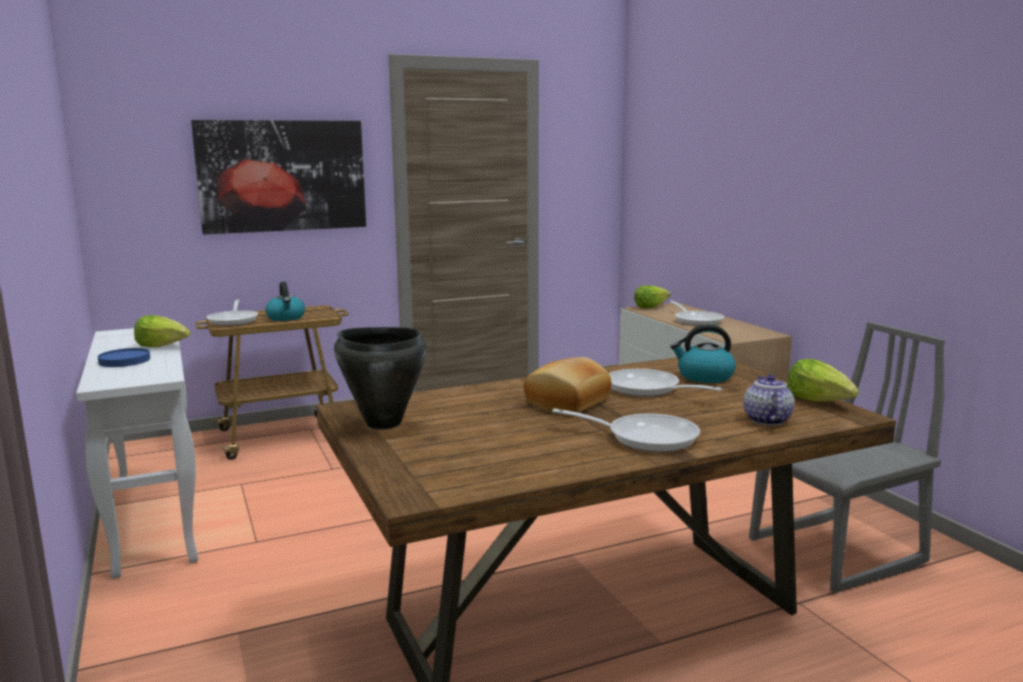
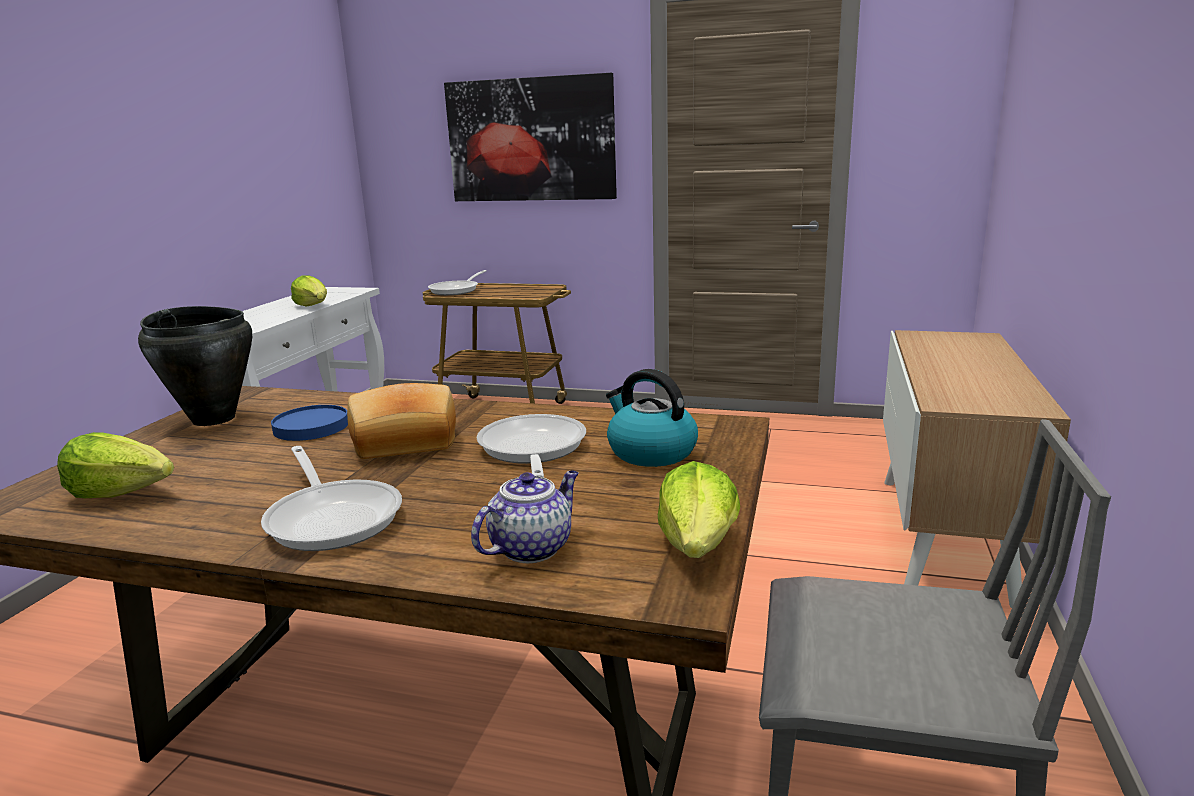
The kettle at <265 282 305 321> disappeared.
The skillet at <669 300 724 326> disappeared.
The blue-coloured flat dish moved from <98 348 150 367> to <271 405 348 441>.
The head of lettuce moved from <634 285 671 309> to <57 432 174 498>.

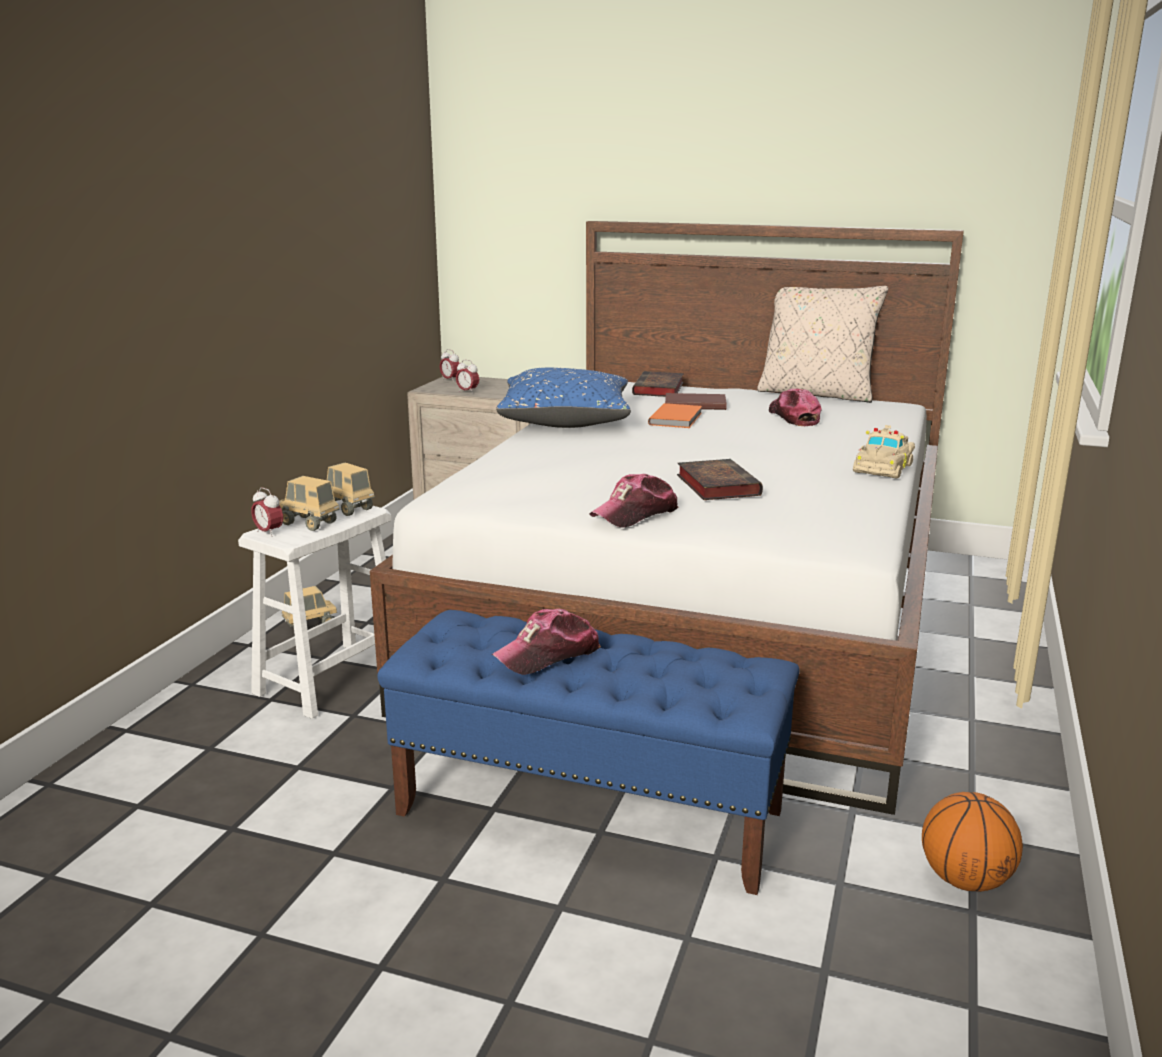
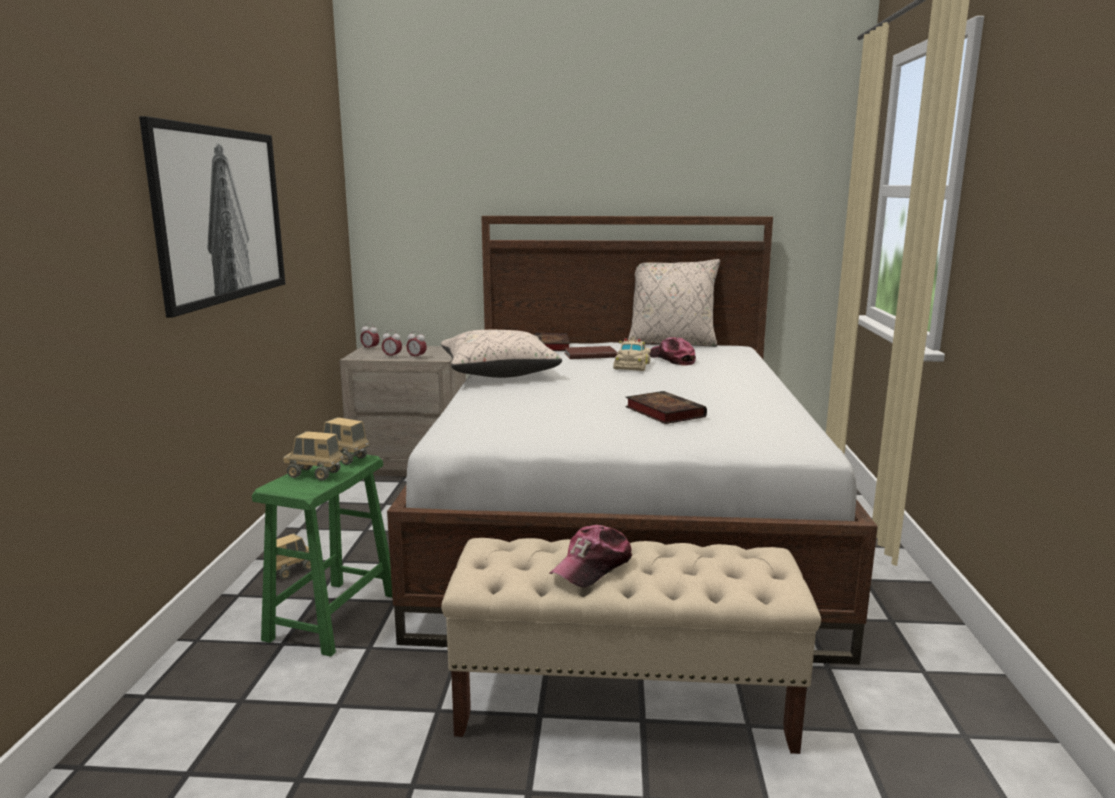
The cap at <589 473 679 528> disappeared.
The orange-coloured bound book at <648 403 702 428> disappeared.
The basketball at <922 792 1023 892> disappeared.
The picture at <139 116 285 318> appeared.
The table clock moved from <251 487 283 537> to <406 331 427 358>.
The beige model car moved from <853 425 915 478> to <613 336 651 371>.
The white-coloured stool at <238 500 391 719> became the green-coloured stool at <252 453 392 657>.
The blue-coloured bench at <377 610 799 895> became the beige bench at <441 538 821 754>.
The blue-coloured pillow at <496 368 631 428> became the beige pillow at <441 330 562 378>.

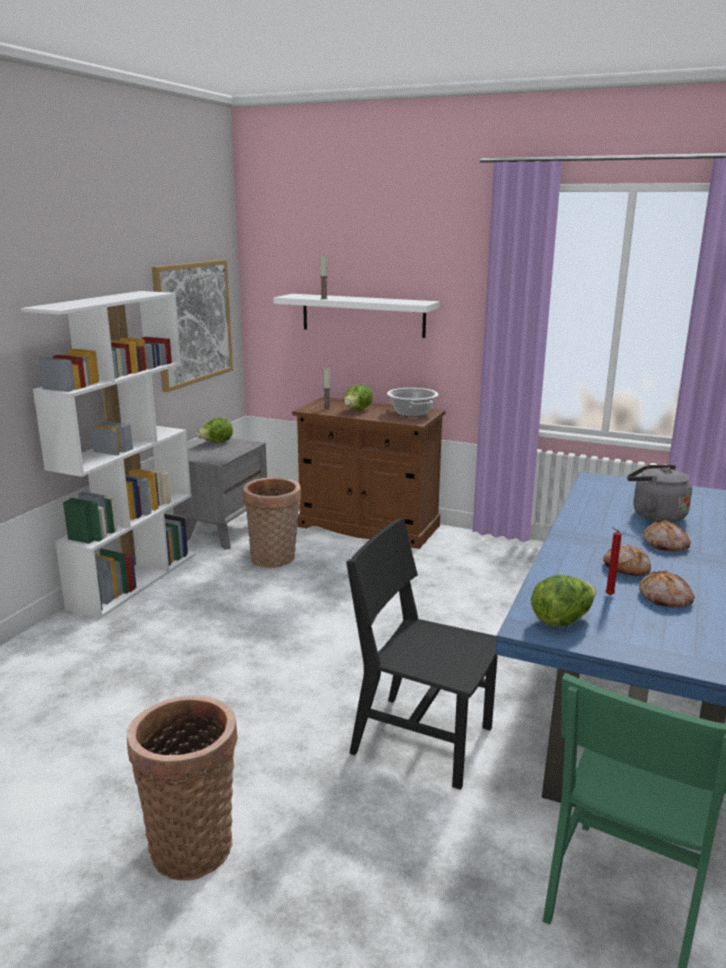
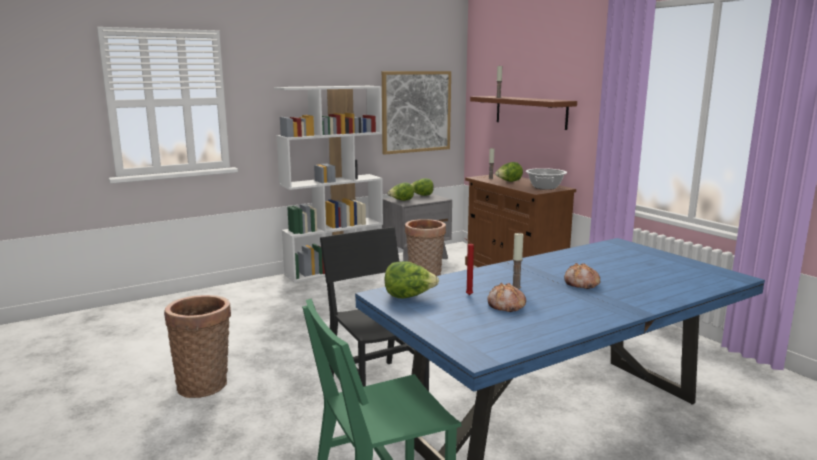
The greyish kettle at <627 465 692 523> disappeared.
The head of lettuce at <388 183 414 201> appeared.
The bakery bread at <603 545 651 576> was replaced by the wax light at <512 233 524 289>.
The white-coloured shelf at <274 294 440 338> became the brown-coloured shelf at <470 96 577 130>.

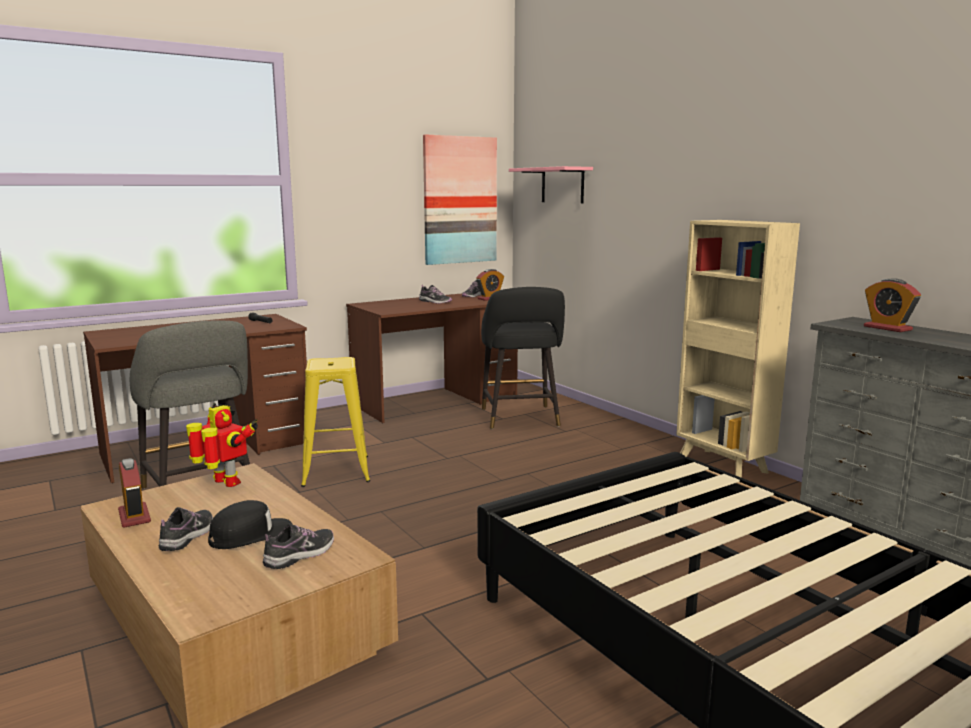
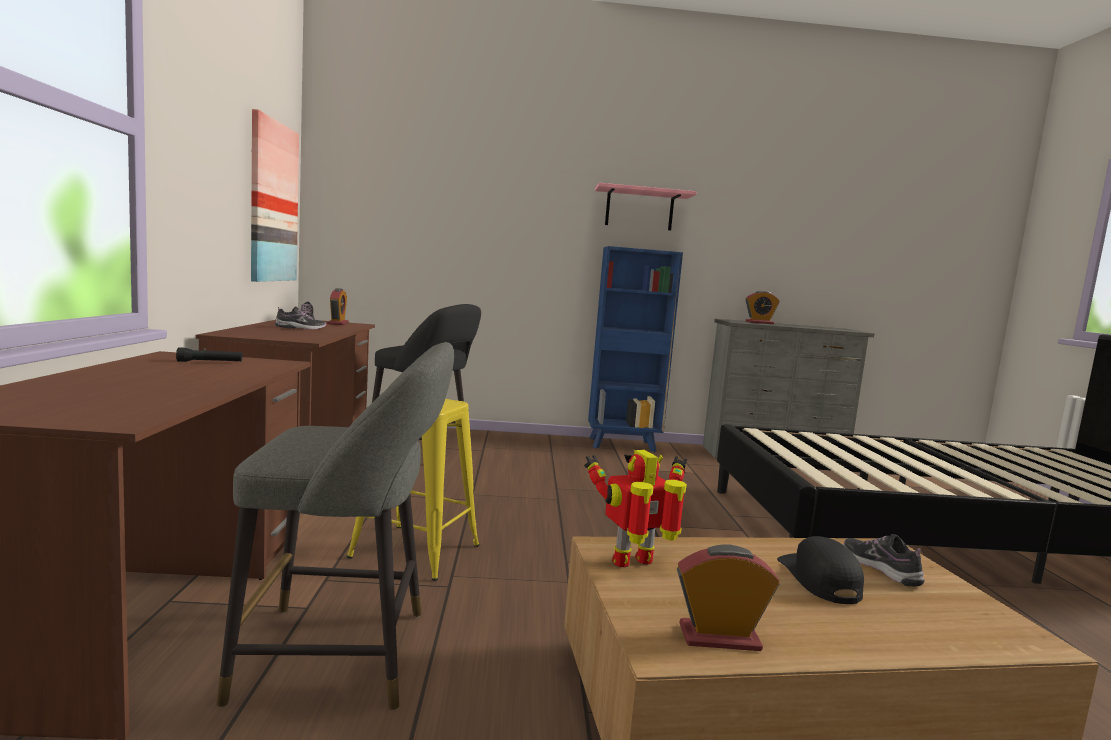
The shoe at <159 507 213 551> disappeared.
The pink shelf moved from <509 166 593 203> to <595 183 697 230>.
The beige shelving unit at <676 220 800 478> became the blue-coloured shelving unit at <588 246 683 452>.

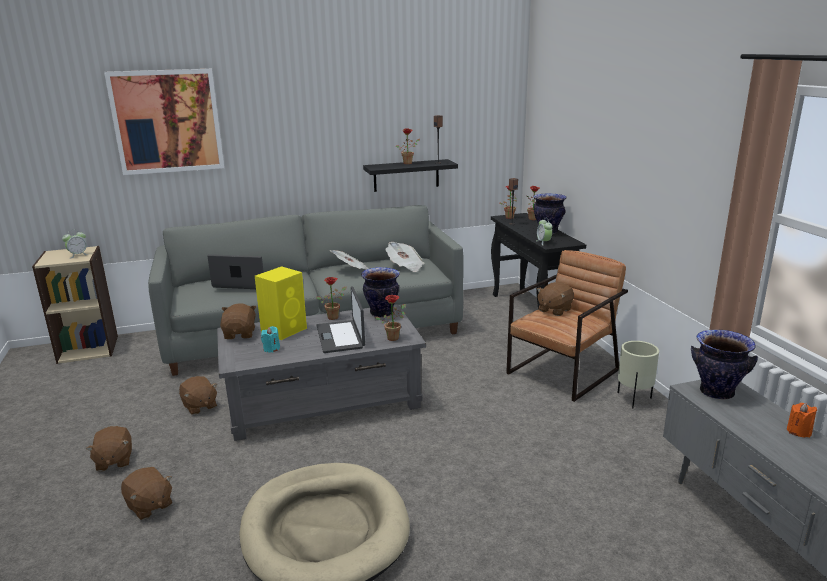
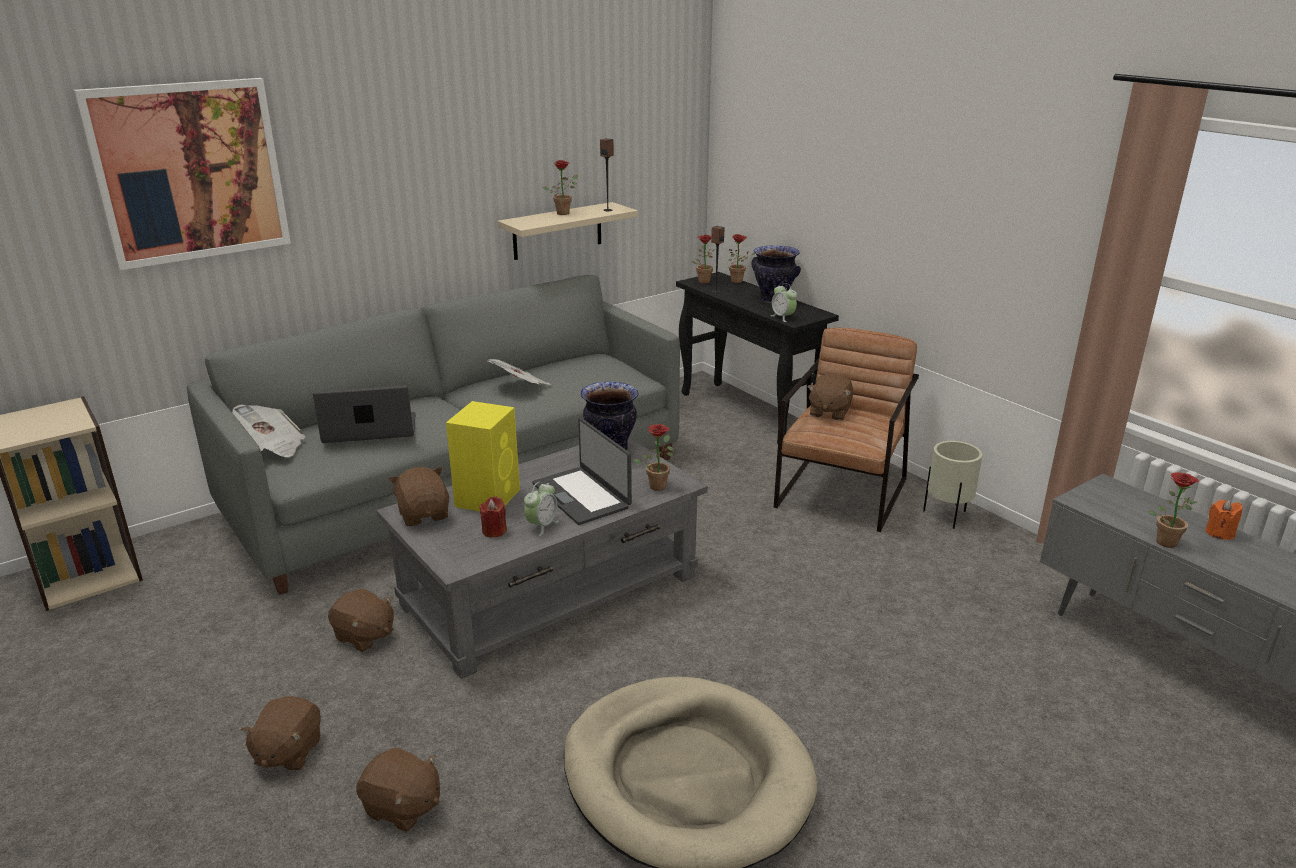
The flower vase at <691 330 758 400> disappeared.
The table clock moved from <62 232 89 258> to <524 482 559 536>.
The potted plant moved from <316 277 346 320> to <1148 472 1199 548>.
The daily paper moved from <386 242 424 272> to <232 405 305 457>.
The turquoise wax light at <261 326 280 352> became the reddish wax light at <479 496 507 537>.
The black shelf at <363 159 458 192> became the beige shelf at <498 202 638 260>.
The brown-coloured plush toy at <86 426 132 471> turned 45 degrees clockwise.

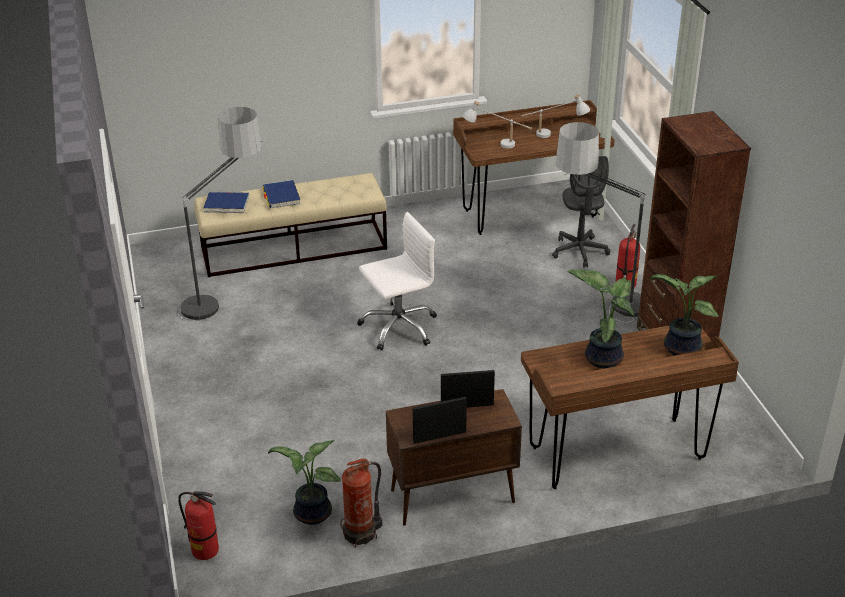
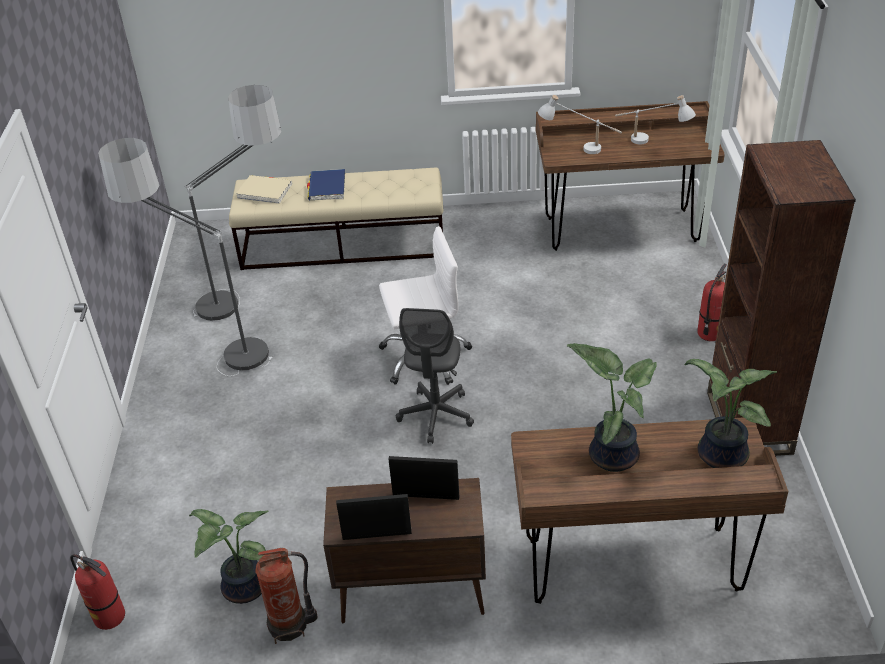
The greyish computer chair moved from <552 156 610 268> to <396 308 474 444>.
The standing lamp moved from <555 122 646 322> to <98 138 273 376>.
The blue-coloured bound book at <203 192 249 213> became the beige bound book at <236 175 292 204>.

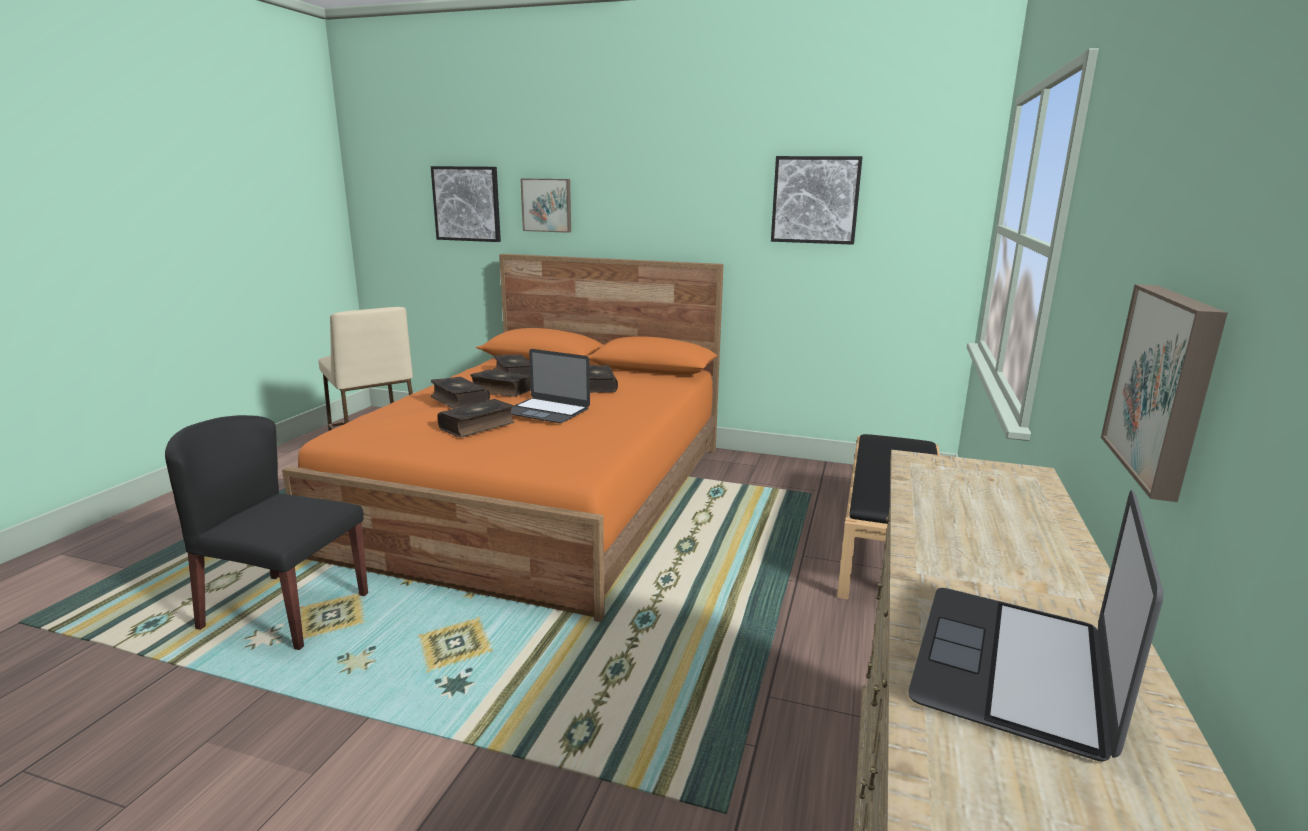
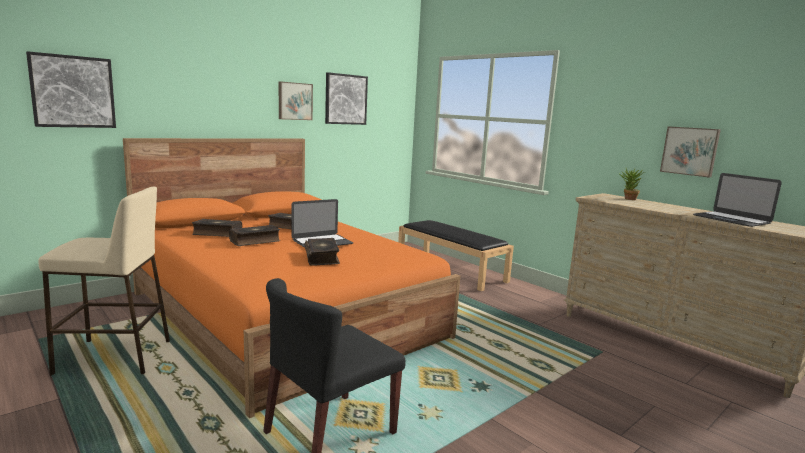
The bound book at <431 377 490 409> disappeared.
The potted plant at <620 169 643 200> appeared.
The picture moved from <520 178 571 233> to <279 81 313 120>.

